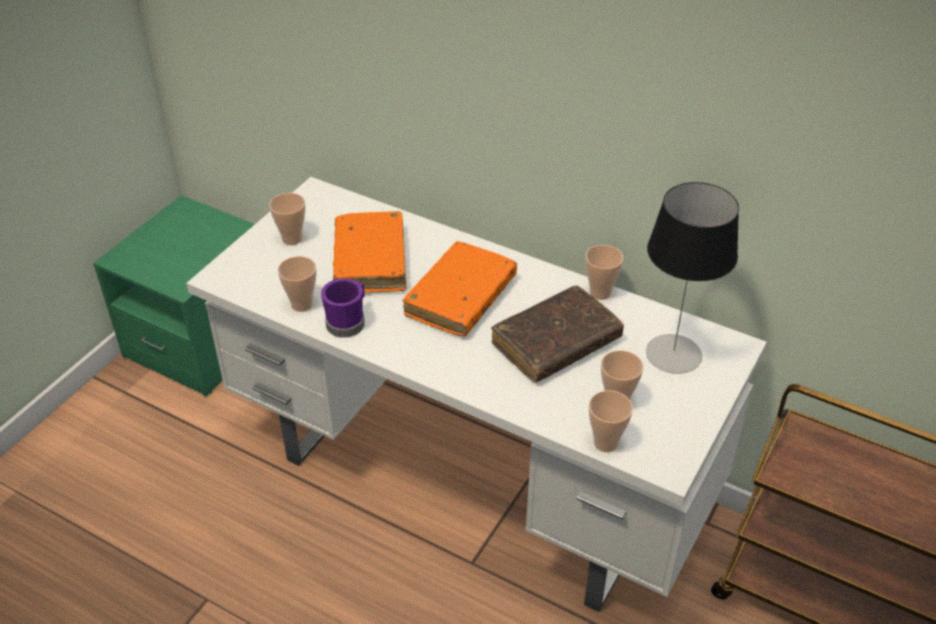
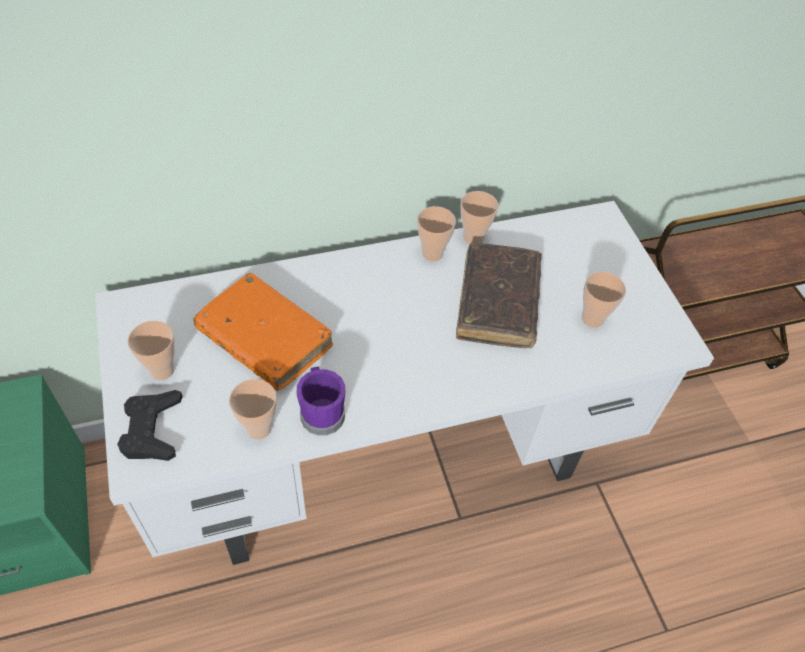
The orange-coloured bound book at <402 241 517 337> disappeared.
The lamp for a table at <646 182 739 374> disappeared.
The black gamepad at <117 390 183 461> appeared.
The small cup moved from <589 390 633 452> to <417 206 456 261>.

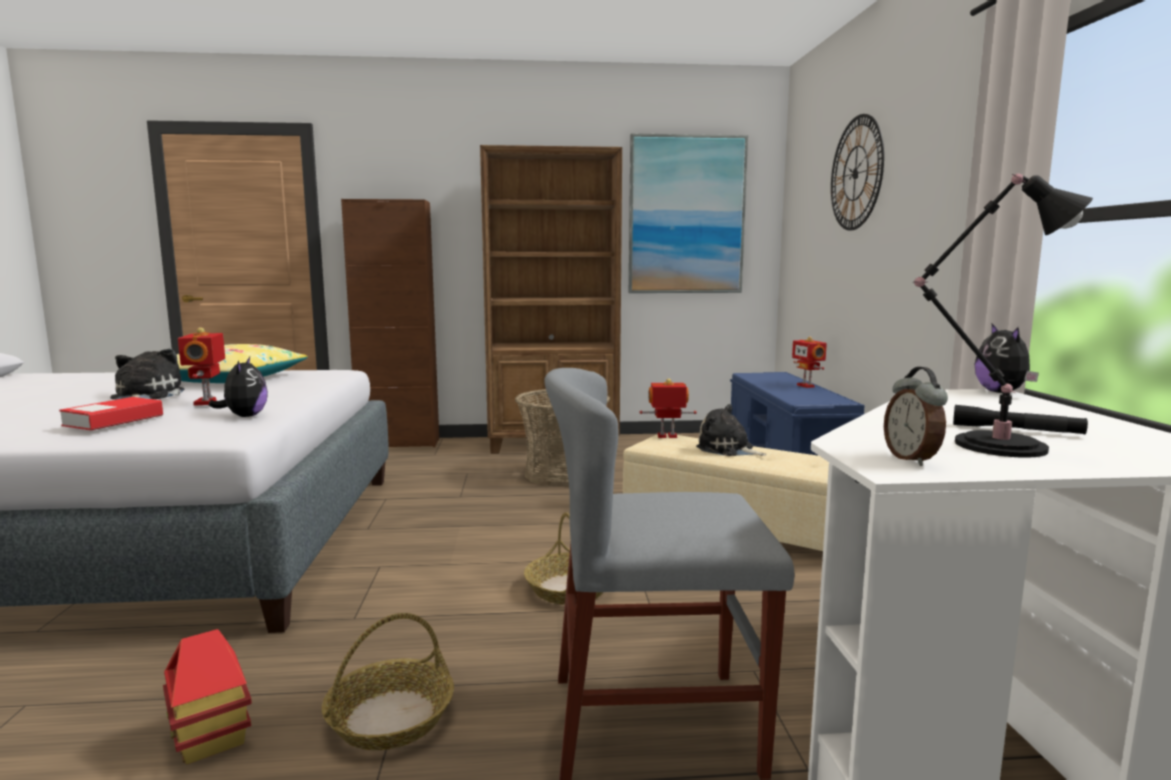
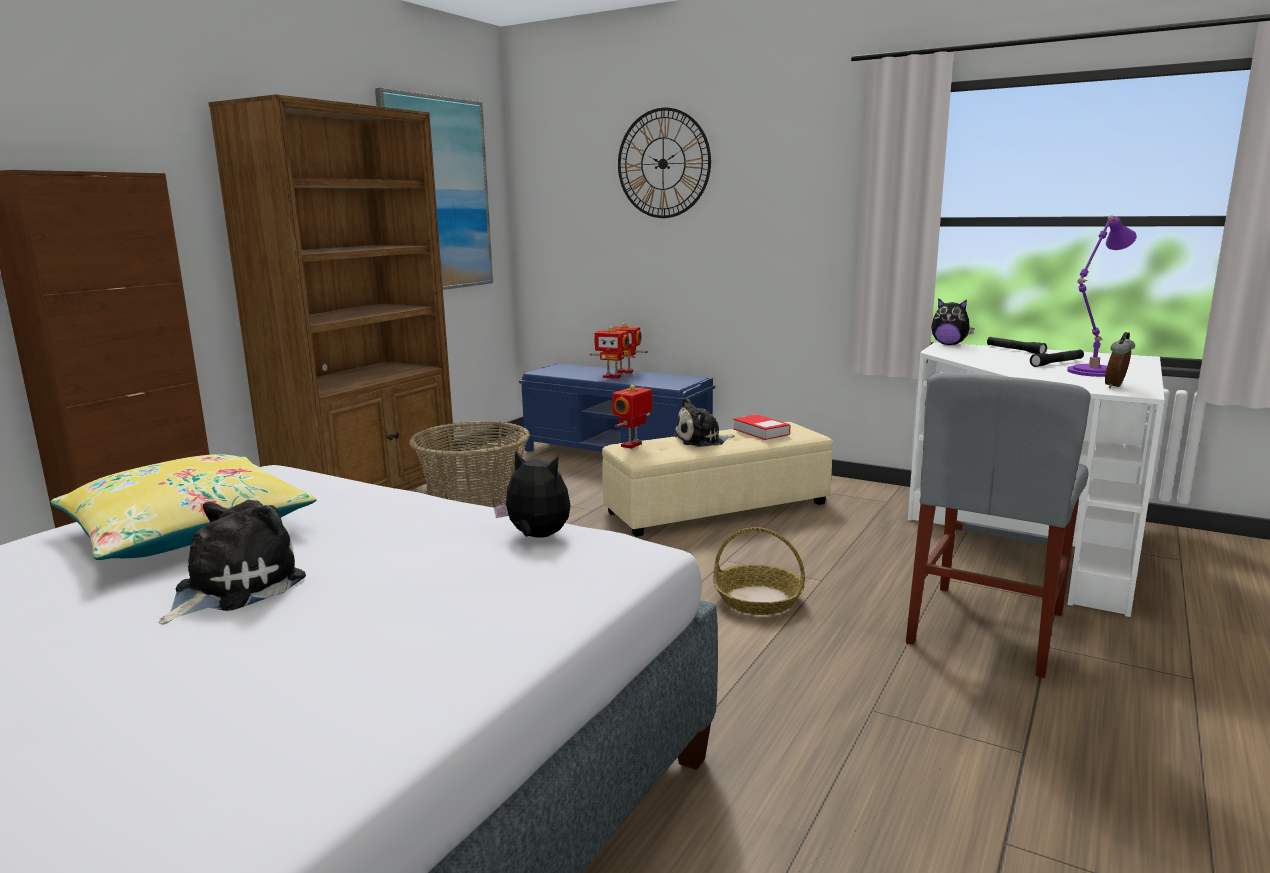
The miniature house at <163 629 252 765> disappeared.
The storage basket at <322 613 454 750> disappeared.
The black hand torch at <987 337 1047 354> appeared.
The bound book moved from <59 397 163 431> to <733 414 790 440>.
The robot figure moved from <178 327 225 406> to <590 327 635 379>.
The black lamp for a table at <914 174 1093 458> became the purple lamp for a table at <1067 216 1137 377>.
The plush toy at <110 348 184 400> turned 90 degrees clockwise.
The table clock at <884 367 948 466> turned 105 degrees clockwise.

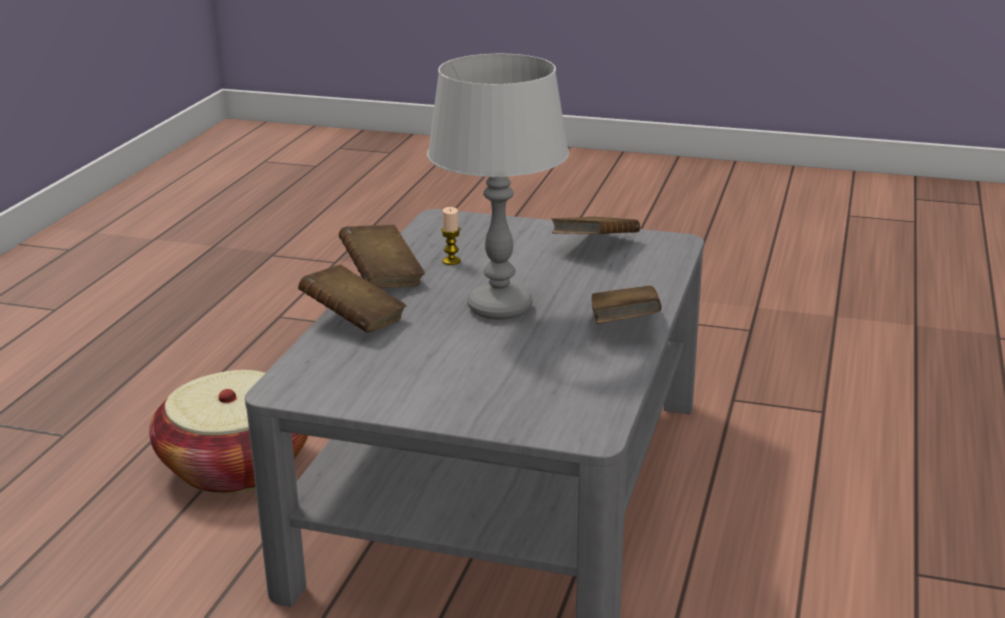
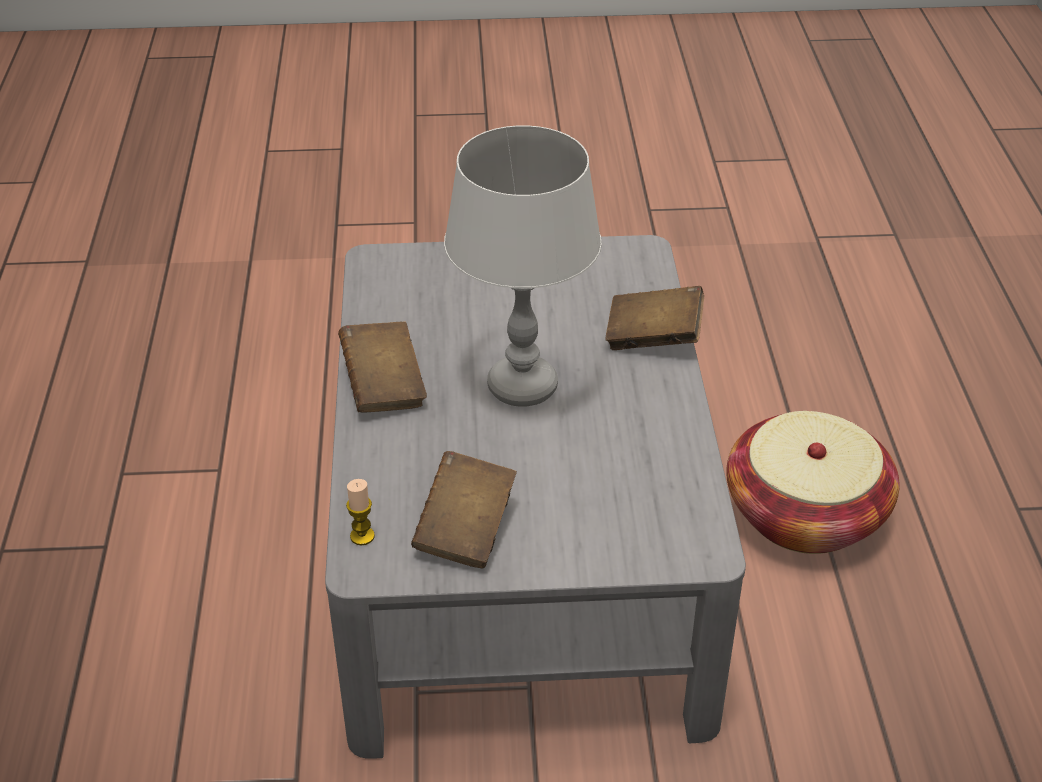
The brown-coloured bound book at <339 225 425 288> disappeared.
The wax light moved from <441 207 461 265> to <346 479 375 545>.

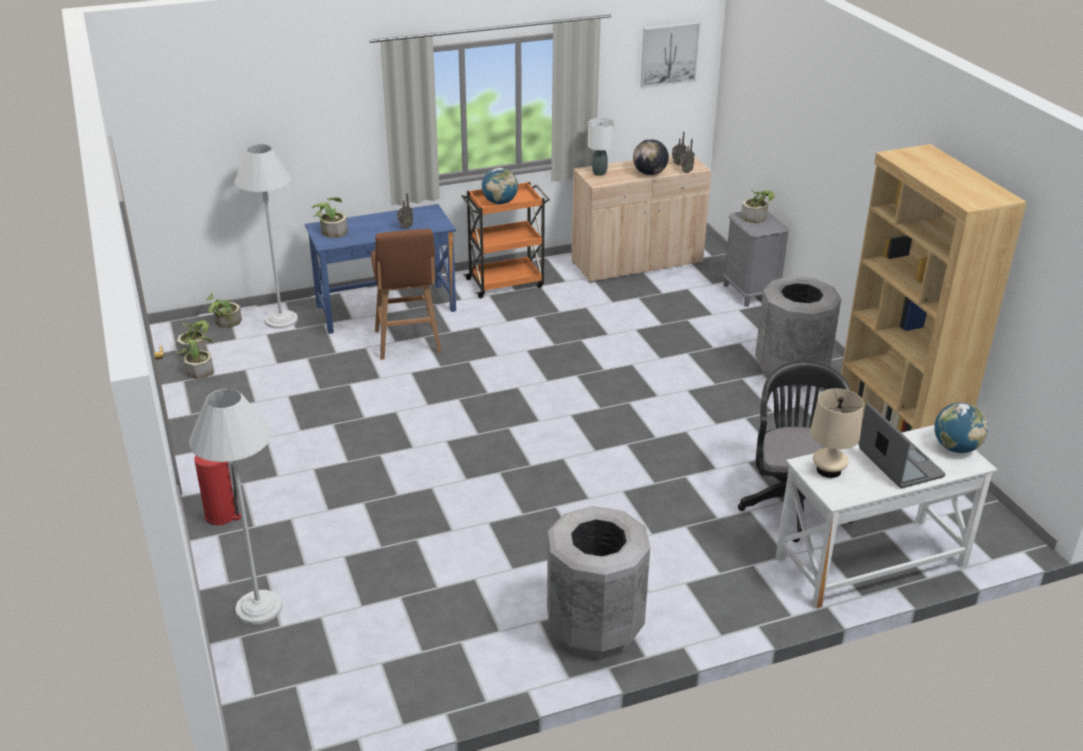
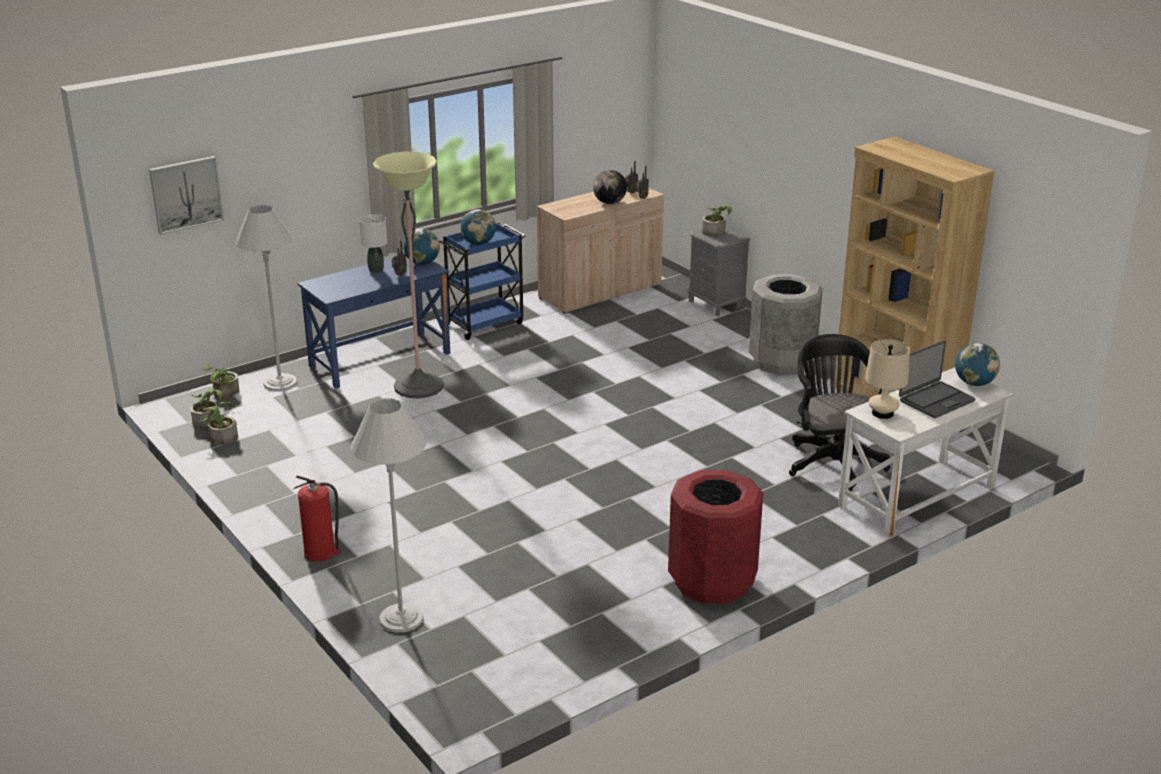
The potted plant at <312 197 348 238> disappeared.
The world globe at <403 228 440 265> appeared.
The white-coloured lamp for a table moved from <588 118 614 176> to <359 214 388 273>.
The picture moved from <640 22 700 88> to <149 156 224 235>.
The brown-coloured stool at <371 229 442 360> was replaced by the standing lamp at <373 151 444 398>.
The orange-coloured wheeled cart at <461 182 550 298> became the blue-coloured wheeled cart at <439 222 525 340>.
The greyish trash can at <547 506 650 658> became the reddish trash can at <668 470 763 604>.
The laptop at <858 402 945 488> turned 90 degrees clockwise.

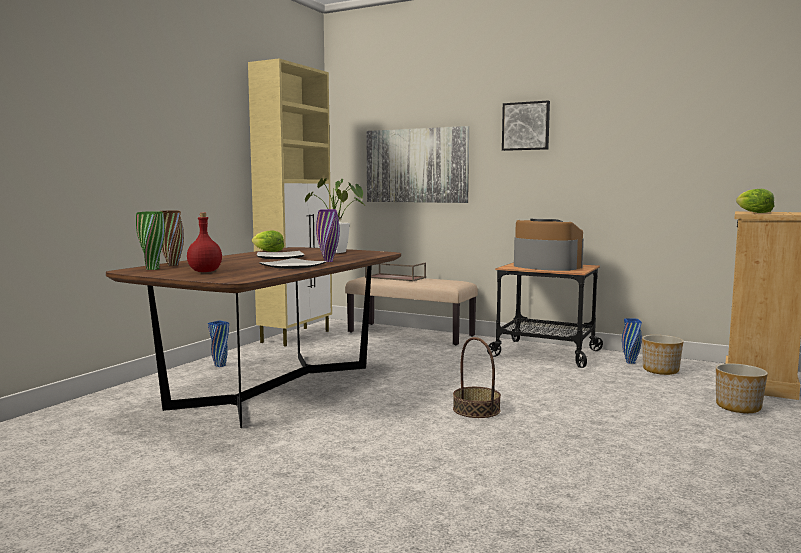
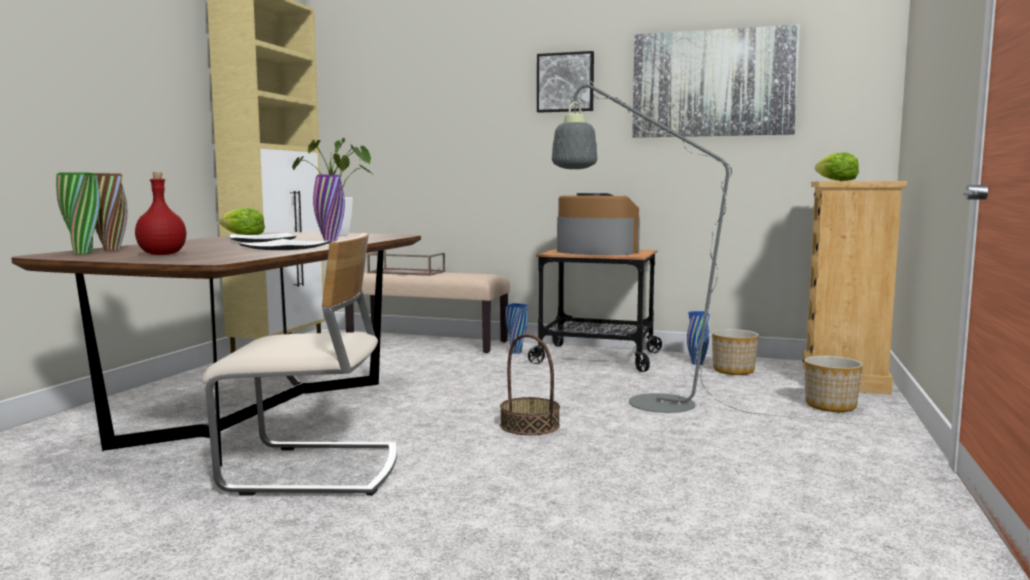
The beige upright chair at <202 233 397 496> appeared.
The greyish standing lamp at <552 81 860 425> appeared.
The blue-coloured flower vase moved from <208 320 229 367> to <505 303 528 354>.
The picture moved from <366 126 469 203> to <632 25 800 138>.

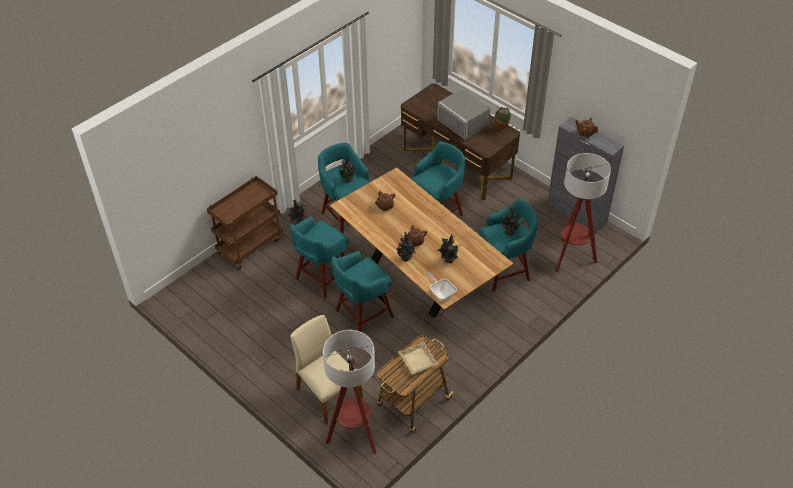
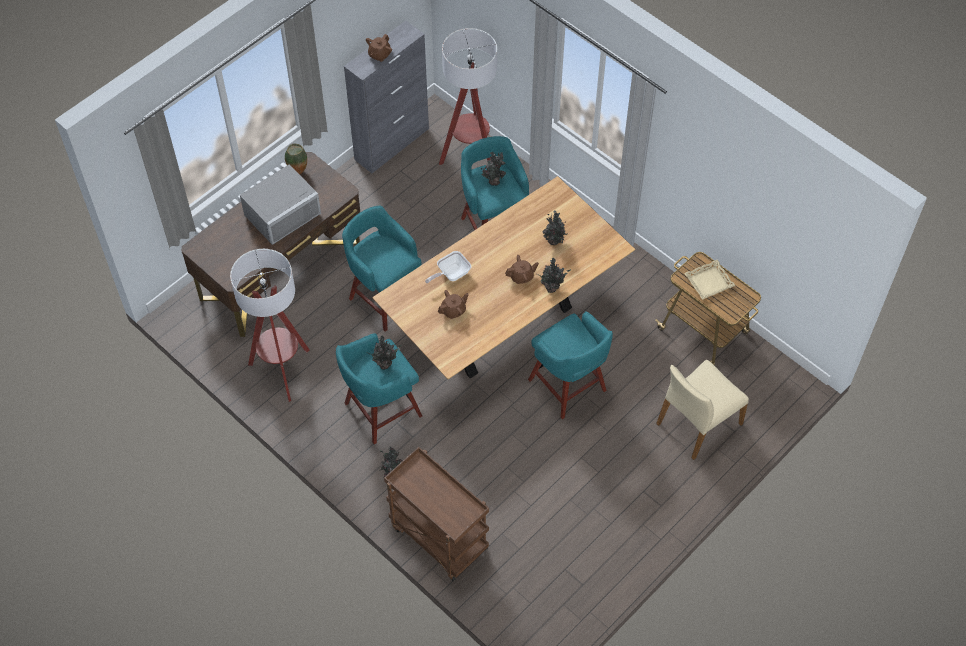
The turquoise stool at <290 216 349 298> disappeared.
The standing lamp moved from <323 330 376 454> to <230 249 310 402>.
The skillet moved from <426 272 457 302> to <425 251 471 283>.

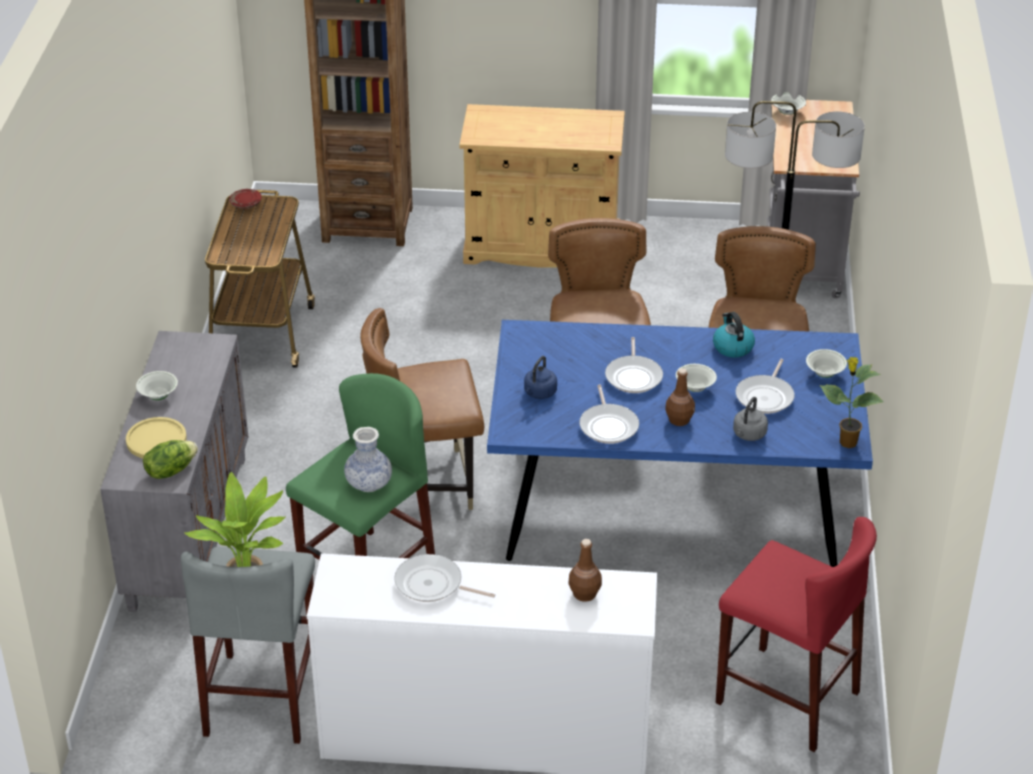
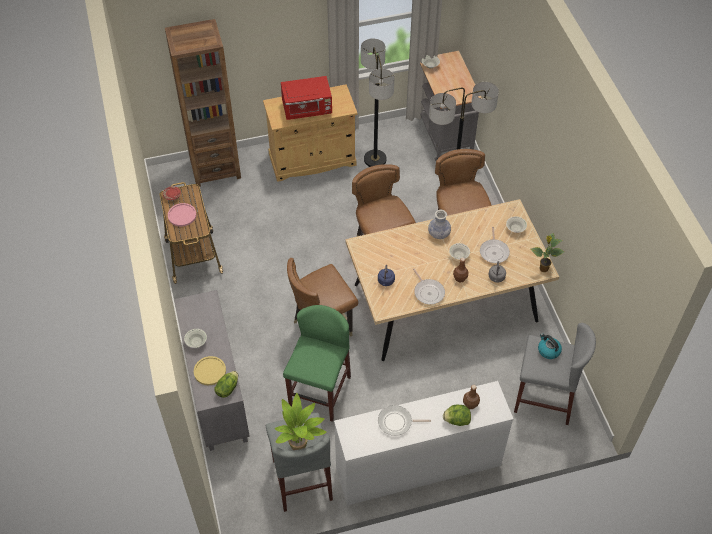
The skillet at <605 337 663 393> disappeared.
The pink flat dish at <168 203 196 227> appeared.
The reddish microwave at <281 76 332 120> appeared.
The standing lamp at <361 39 394 167> appeared.
The head of lettuce at <443 405 471 426> appeared.
The flower vase moved from <344 427 392 492> to <428 210 451 239>.
The kettle moved from <713 312 755 358> to <538 333 562 359>.
The blue-coloured dinner table at <487 320 873 567> became the beige dinner table at <345 199 559 361>.
The reddish stool at <716 517 877 752> became the greyish stool at <514 323 596 425>.

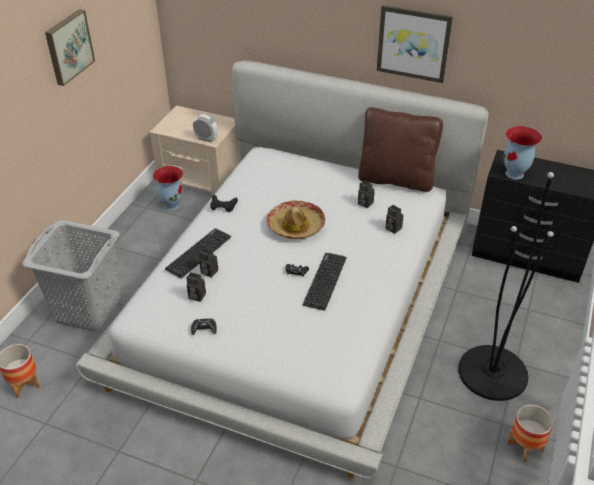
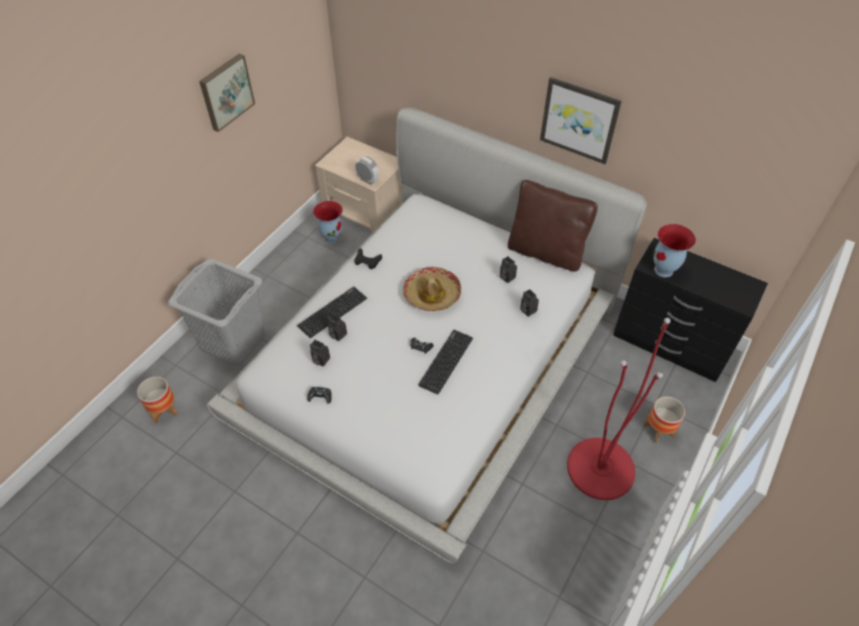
The planter moved from <507 405 553 462> to <644 396 685 443>.
The black standing lamp at <458 172 554 401> became the reddish standing lamp at <567 318 670 500>.

